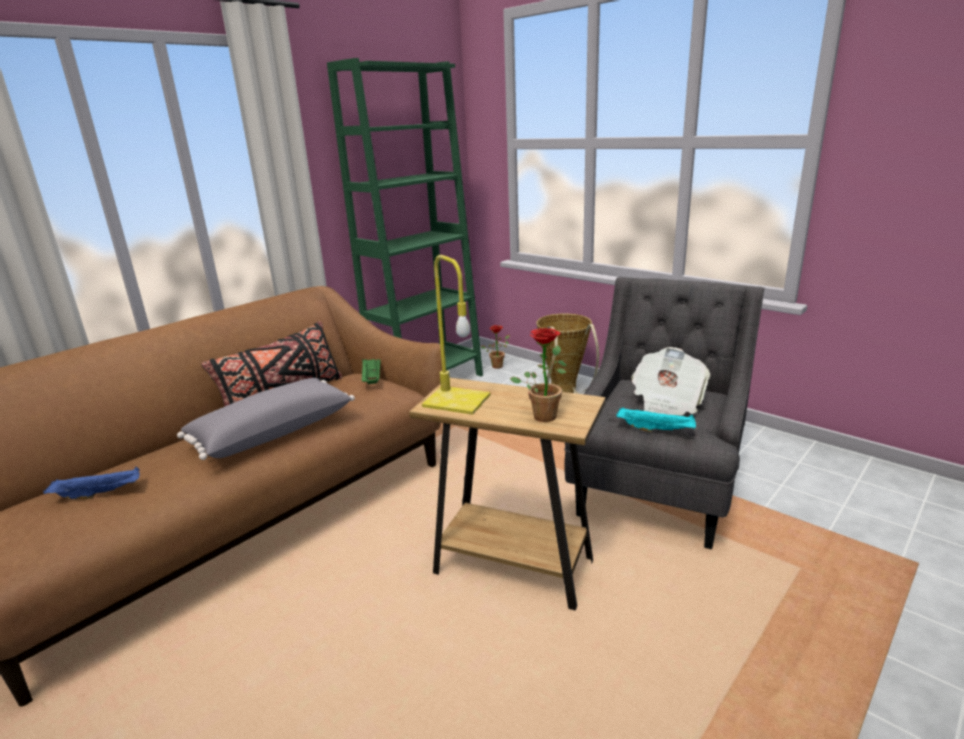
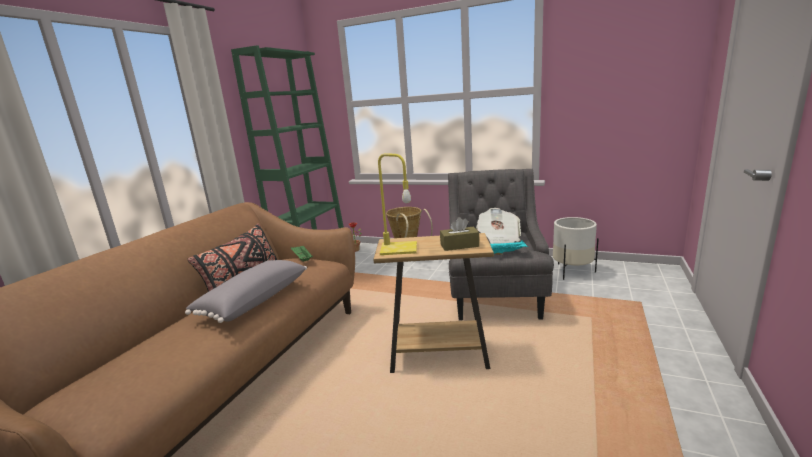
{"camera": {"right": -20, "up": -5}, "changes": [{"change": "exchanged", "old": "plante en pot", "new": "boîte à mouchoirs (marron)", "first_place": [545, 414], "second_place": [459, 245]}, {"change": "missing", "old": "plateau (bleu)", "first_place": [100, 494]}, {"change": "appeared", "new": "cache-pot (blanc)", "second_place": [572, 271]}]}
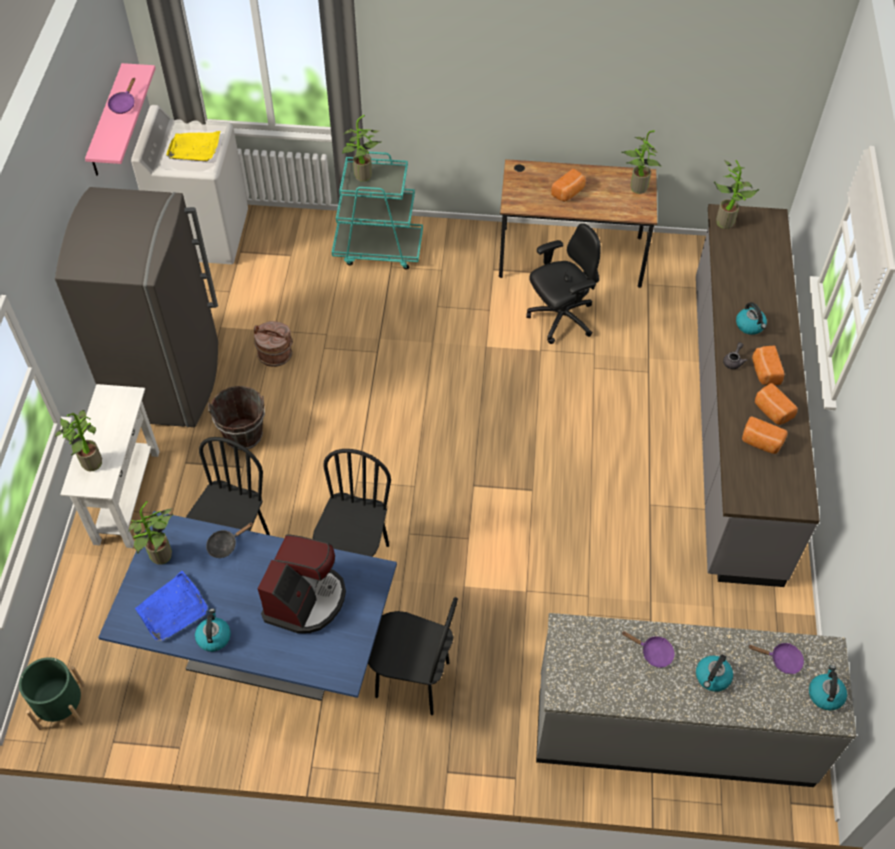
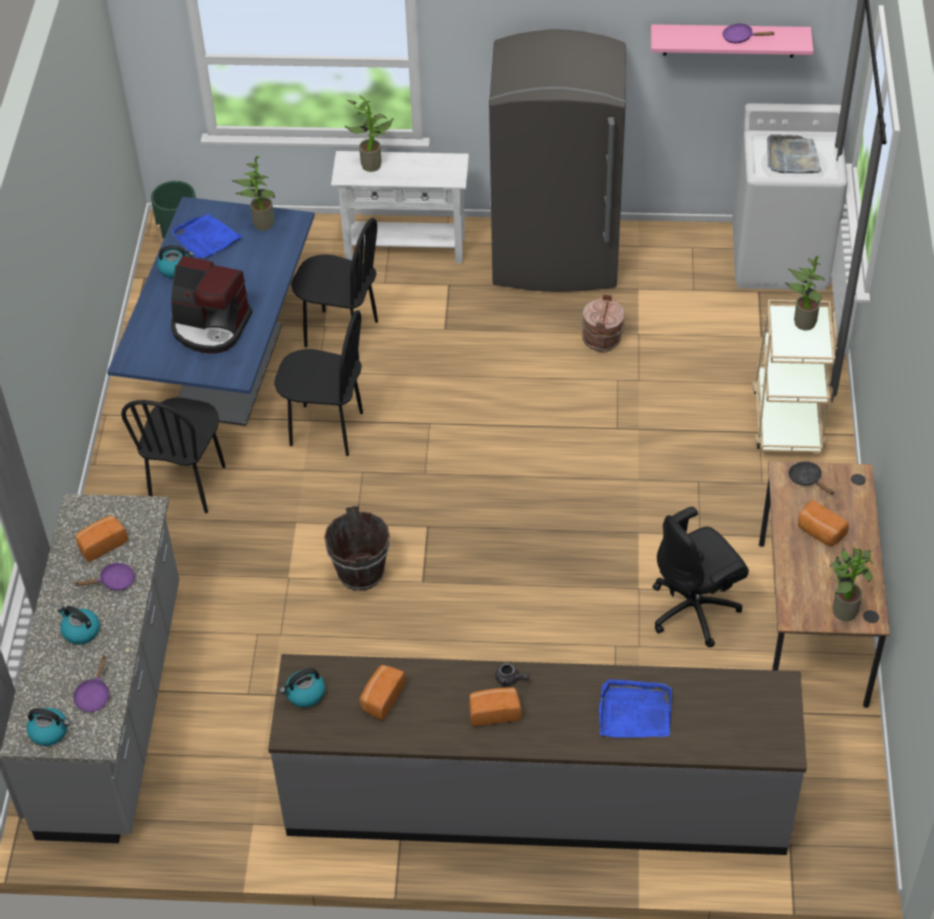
{"camera": {"right": 90, "up": -5}, "changes": [{"change": "colour", "old": "plateau (jaune)", "new": "plateau (gris)", "first_place": [194, 148], "second_place": [792, 157]}, {"change": "colour", "old": "chariot (turquoise)", "new": "chariot (beige)", "first_place": [378, 249], "second_place": [787, 418]}, {"change": "missing", "old": "plante en pot", "first_place": [727, 221]}, {"change": "spun", "old": "chaise de bureau (noir)", "first_place": [560, 319], "second_place": [695, 610], "degrees": 90}, {"change": "relocated", "old": "bouilloire", "first_place": [750, 326], "second_place": [305, 694]}, {"change": "relocated", "old": "pain", "first_place": [771, 411], "second_place": [101, 544]}, {"change": "relocated", "old": "seau (marron)", "first_place": [243, 435], "second_place": [360, 572]}, {"change": "relocated", "old": "poêle (noir)", "first_place": [225, 545], "second_place": [807, 479]}, {"change": "spun", "old": "poêle (violet)", "first_place": [653, 653], "second_place": [114, 581], "degrees": -135}, {"change": "appeared", "new": "plateau (bleu)", "second_place": [634, 711]}]}
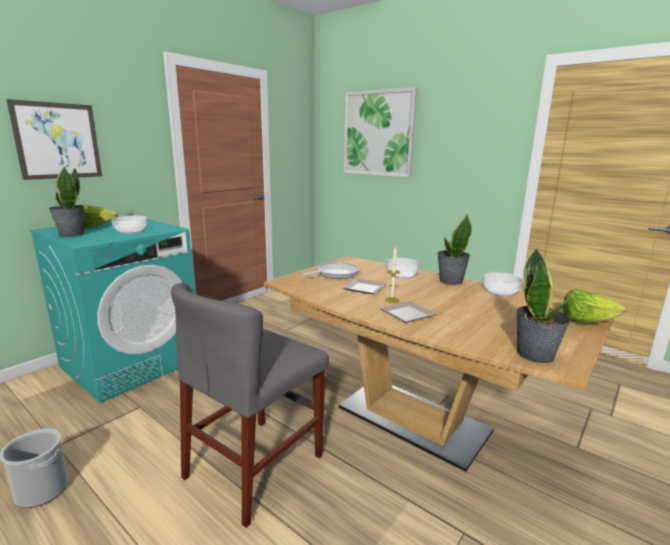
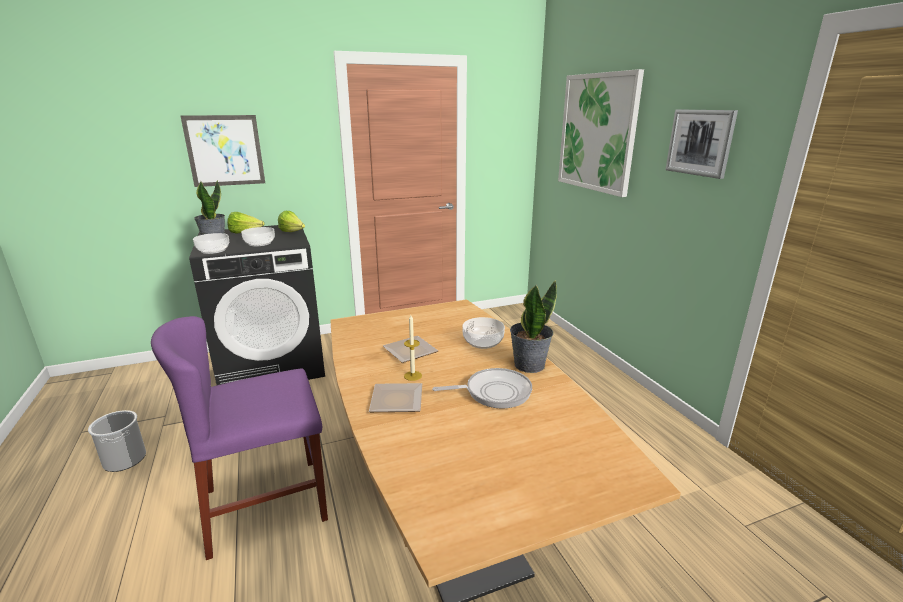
{"camera": {"right": 30, "up": 5}, "changes": [{"change": "colour", "old": "lave-linge (turquoise)", "new": "lave-linge (noir)", "first_place": [132, 362], "second_place": [272, 364]}, {"change": "missing", "old": "plante en pot", "first_place": [535, 354]}, {"change": "relocated", "old": "poêle", "first_place": [335, 274], "second_place": [494, 392]}, {"change": "relocated", "old": "bol", "first_place": [500, 292], "second_place": [213, 250]}, {"change": "colour", "old": "chaise (gris)", "new": "chaise (violet)", "first_place": [255, 466], "second_place": [266, 504]}, {"change": "relocated", "old": "laitue", "first_place": [585, 321], "second_place": [293, 233]}, {"change": "appeared", "new": "tableau", "second_place": [700, 142]}]}
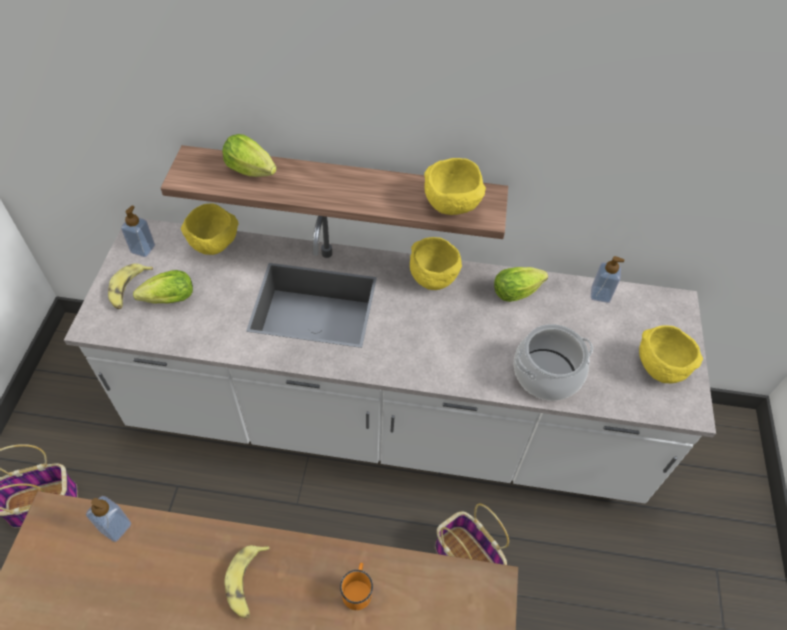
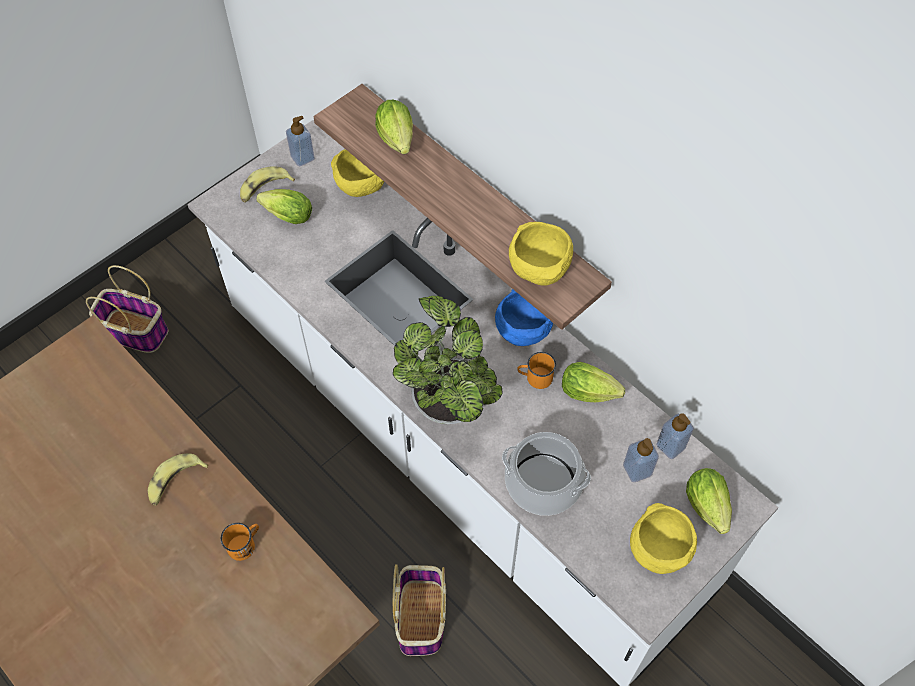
{"camera": {"right": 40, "up": 5}, "changes": [{"change": "colour", "old": "bol (jaune)", "new": "bol (bleu)", "first_place": [431, 278], "second_place": [522, 330]}, {"change": "relocated", "old": "distributeur de savon", "first_place": [115, 527], "second_place": [637, 470]}, {"change": "appeared", "new": "plante en pot", "second_place": [447, 398]}, {"change": "appeared", "new": "mug (orange)", "second_place": [535, 377]}, {"change": "appeared", "new": "laitue", "second_place": [708, 509]}]}
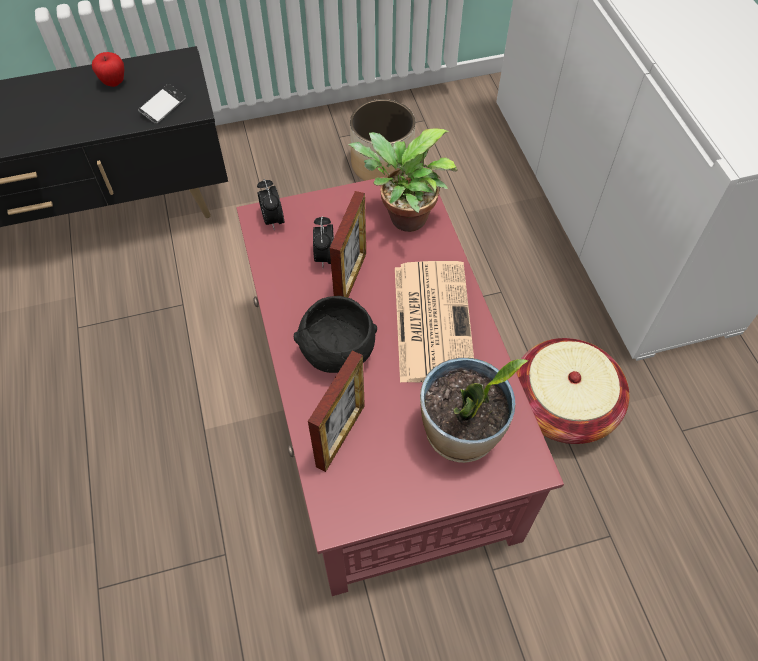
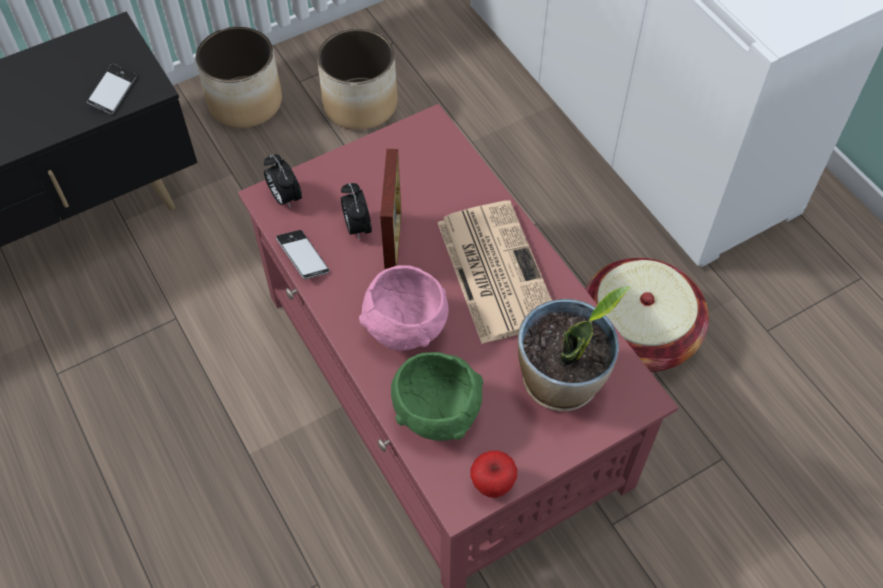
{"camera": {"right": -15, "up": 0}, "changes": [{"change": "relocated", "old": "pomme", "first_place": [114, 82], "second_place": [492, 485]}, {"change": "missing", "old": "plante en pot", "first_place": [403, 219]}, {"change": "colour", "old": "bol (noir)", "new": "bol (rose)", "first_place": [338, 354], "second_place": [406, 329]}, {"change": "exchanged", "old": "cadre photo", "new": "bol (vert)", "first_place": [340, 435], "second_place": [436, 414]}, {"change": "appeared", "new": "cache-pot", "second_place": [246, 102]}, {"change": "appeared", "new": "téléphone", "second_place": [303, 257]}]}
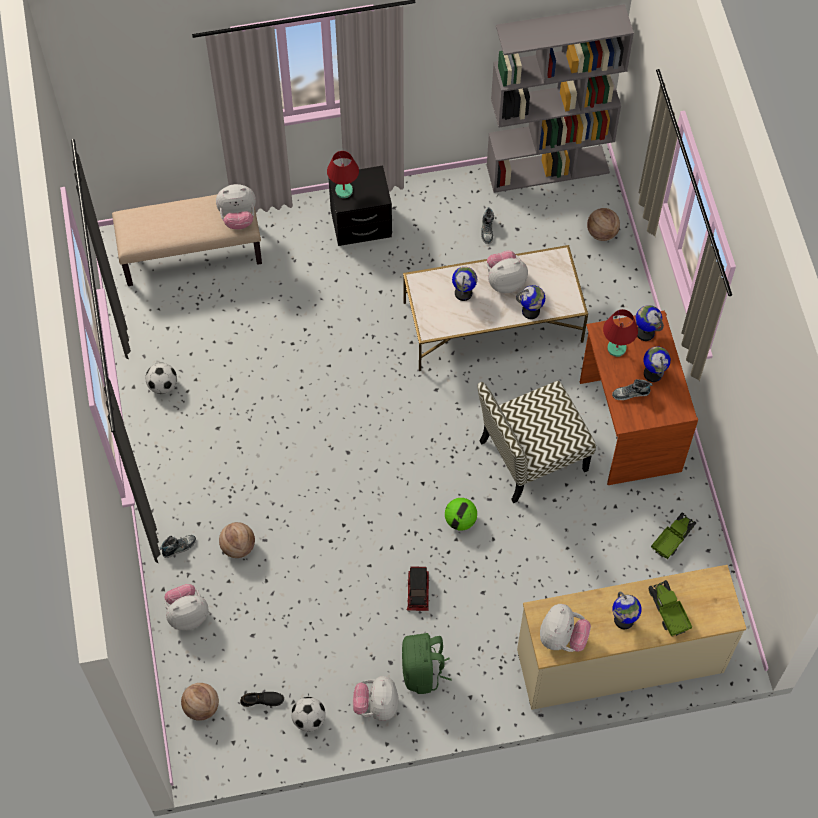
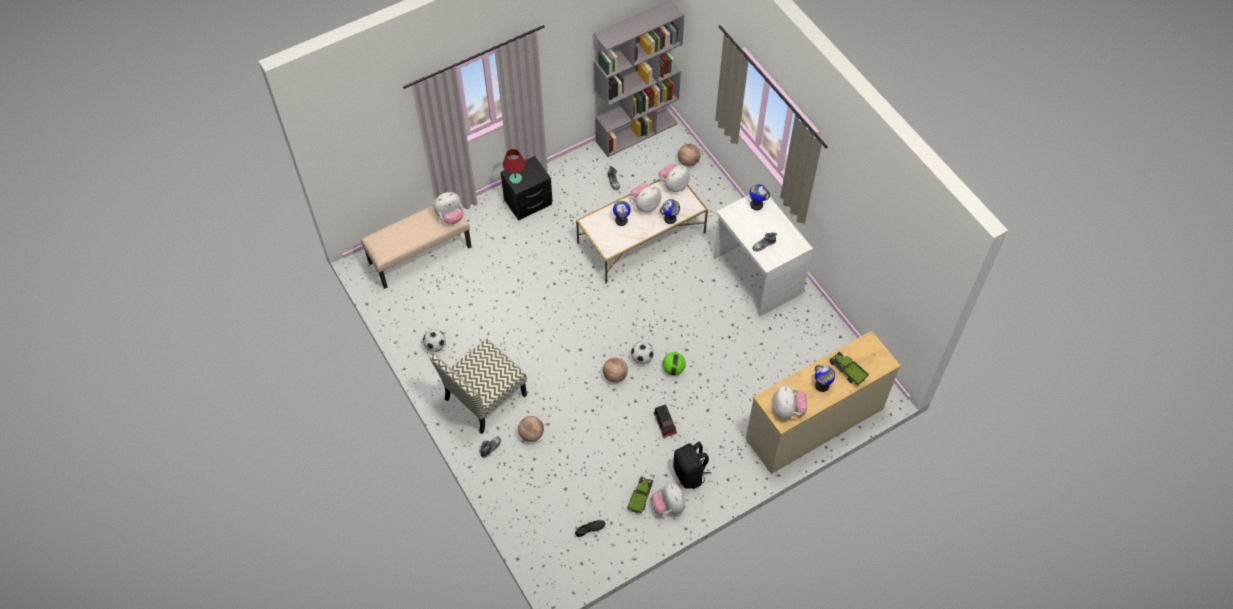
{"camera": {"right": -20, "up": -5}, "changes": [{"change": "missing", "old": "lampe de table (rouge)", "first_place": [616, 348]}, {"change": "colour", "old": "bureau (marron)", "new": "bureau (blanc)", "first_place": [628, 426], "second_place": [756, 276]}, {"change": "missing", "old": "globe", "first_place": [653, 373]}, {"change": "relocated", "old": "chaise", "first_place": [531, 457], "second_place": [484, 398]}, {"change": "relocated", "old": "camion jouet", "first_place": [672, 539], "second_place": [640, 497]}, {"change": "relocated", "old": "peluche", "first_place": [187, 614], "second_place": [673, 185]}, {"change": "colour", "old": "sac à dos (vert)", "new": "sac à dos (noir)", "first_place": [423, 672], "second_place": [690, 474]}, {"change": "relocated", "old": "ballon de basket", "first_place": [201, 707], "second_place": [615, 376]}, {"change": "relocated", "old": "ballon de foot", "first_place": [309, 719], "second_place": [642, 358]}]}
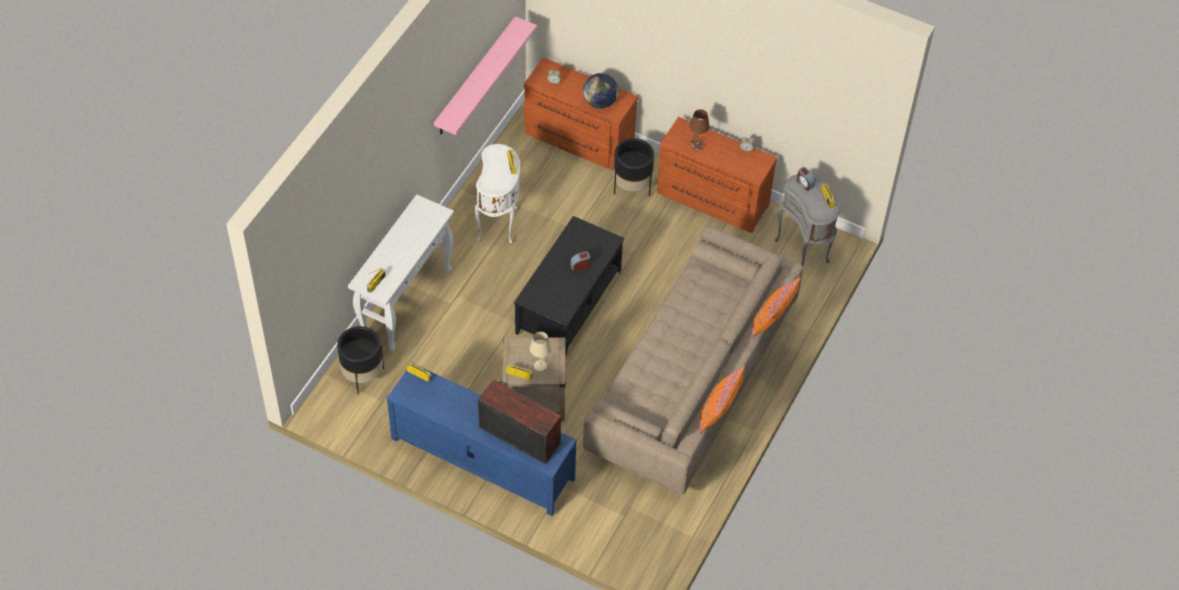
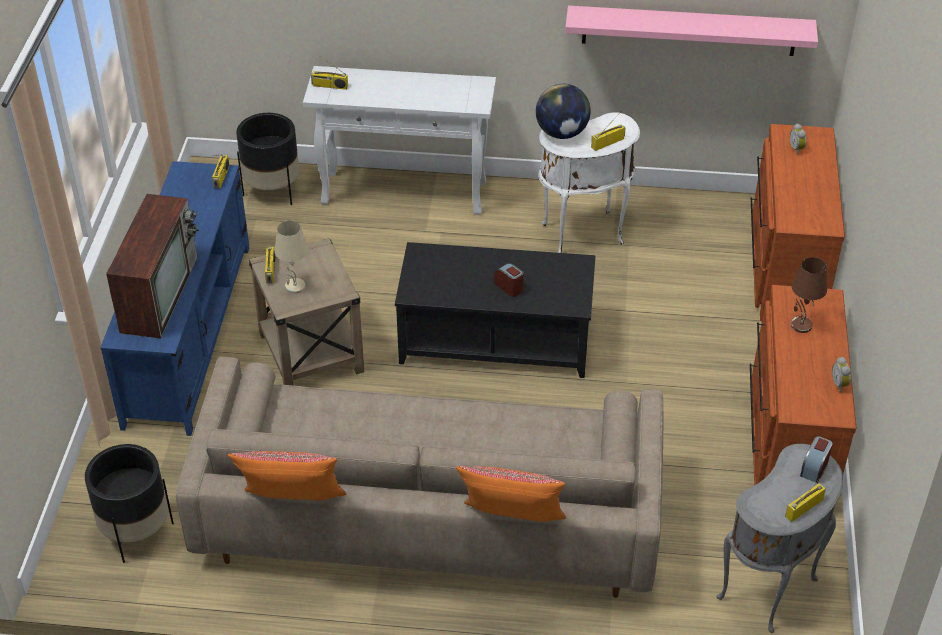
{"camera": {"right": 70, "up": -10}, "changes": [{"change": "relocated", "old": "globe", "first_place": [600, 102], "second_place": [562, 133]}, {"change": "relocated", "old": "cache-pot (noir)", "first_place": [632, 187], "second_place": [136, 533]}]}
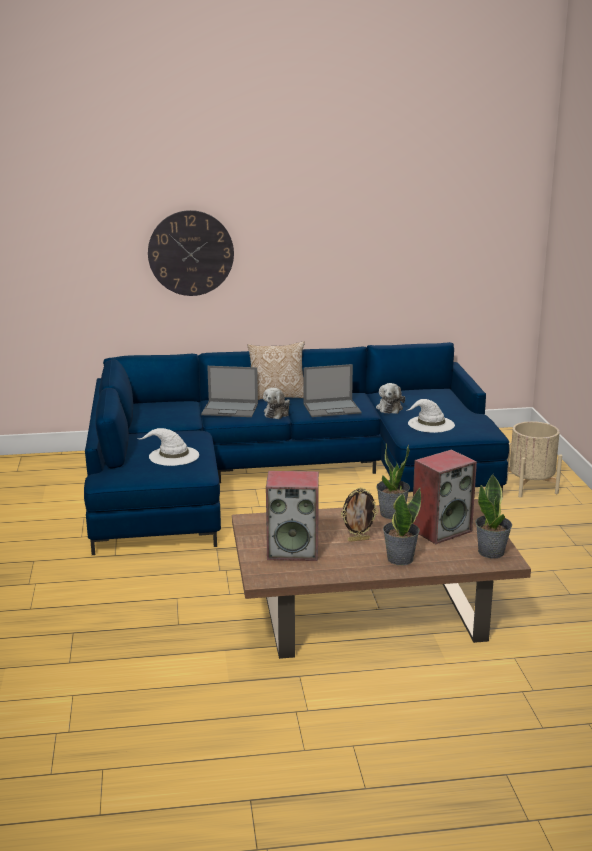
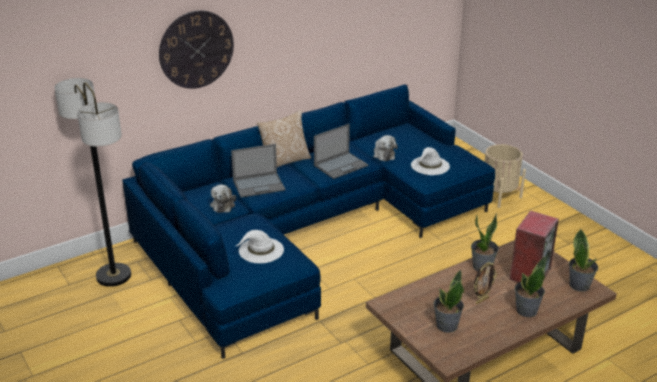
{"camera": {"right": -25, "up": 10}, "changes": [{"change": "relocated", "old": "peluche", "first_place": [277, 413], "second_place": [223, 204]}, {"change": "exchanged", "old": "enceinte", "new": "plante en pot", "first_place": [293, 550], "second_place": [446, 325]}, {"change": "appeared", "new": "lampadaire", "second_place": [113, 276]}]}
